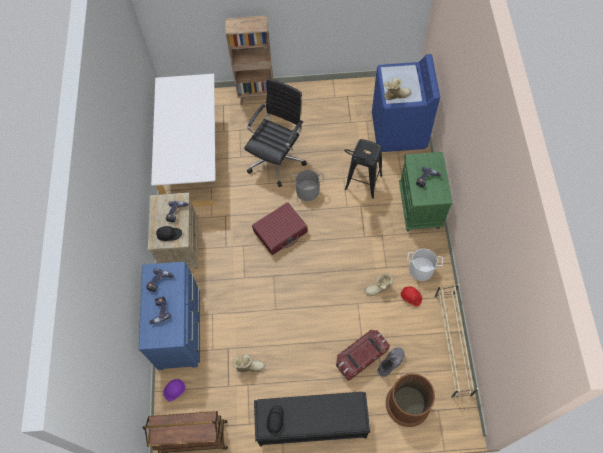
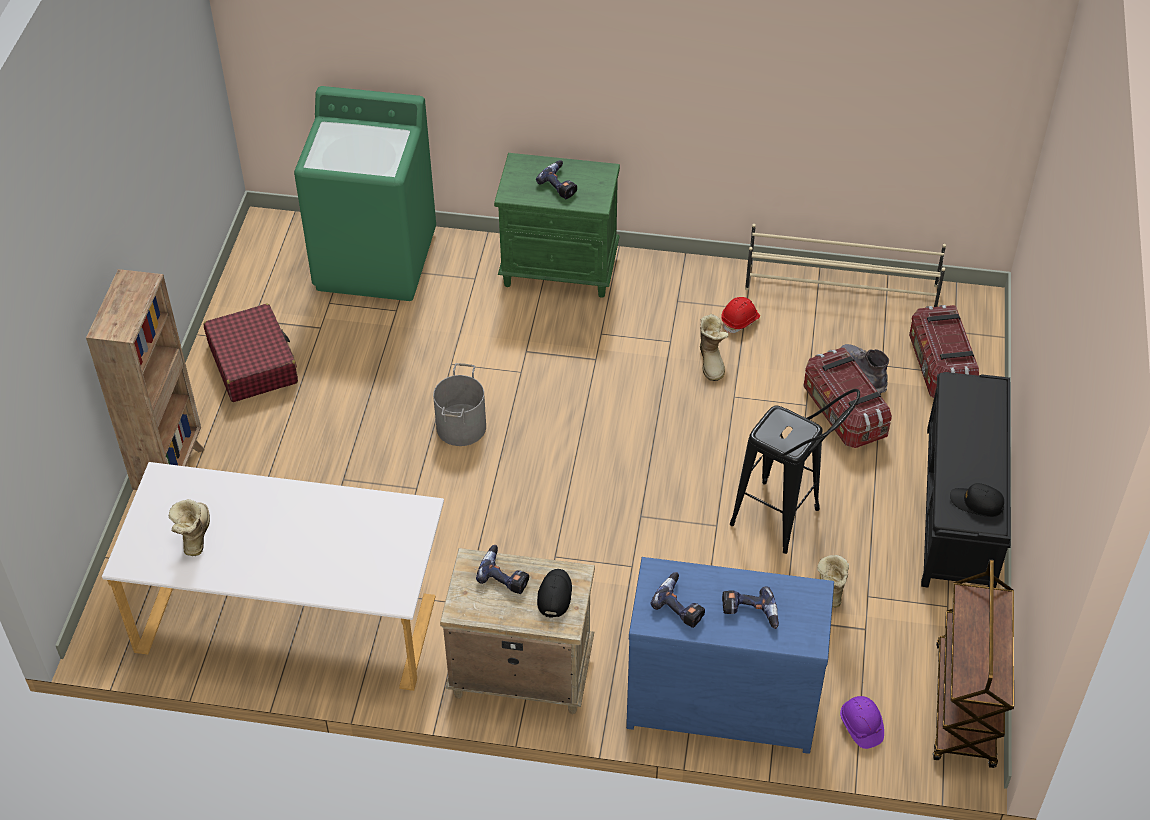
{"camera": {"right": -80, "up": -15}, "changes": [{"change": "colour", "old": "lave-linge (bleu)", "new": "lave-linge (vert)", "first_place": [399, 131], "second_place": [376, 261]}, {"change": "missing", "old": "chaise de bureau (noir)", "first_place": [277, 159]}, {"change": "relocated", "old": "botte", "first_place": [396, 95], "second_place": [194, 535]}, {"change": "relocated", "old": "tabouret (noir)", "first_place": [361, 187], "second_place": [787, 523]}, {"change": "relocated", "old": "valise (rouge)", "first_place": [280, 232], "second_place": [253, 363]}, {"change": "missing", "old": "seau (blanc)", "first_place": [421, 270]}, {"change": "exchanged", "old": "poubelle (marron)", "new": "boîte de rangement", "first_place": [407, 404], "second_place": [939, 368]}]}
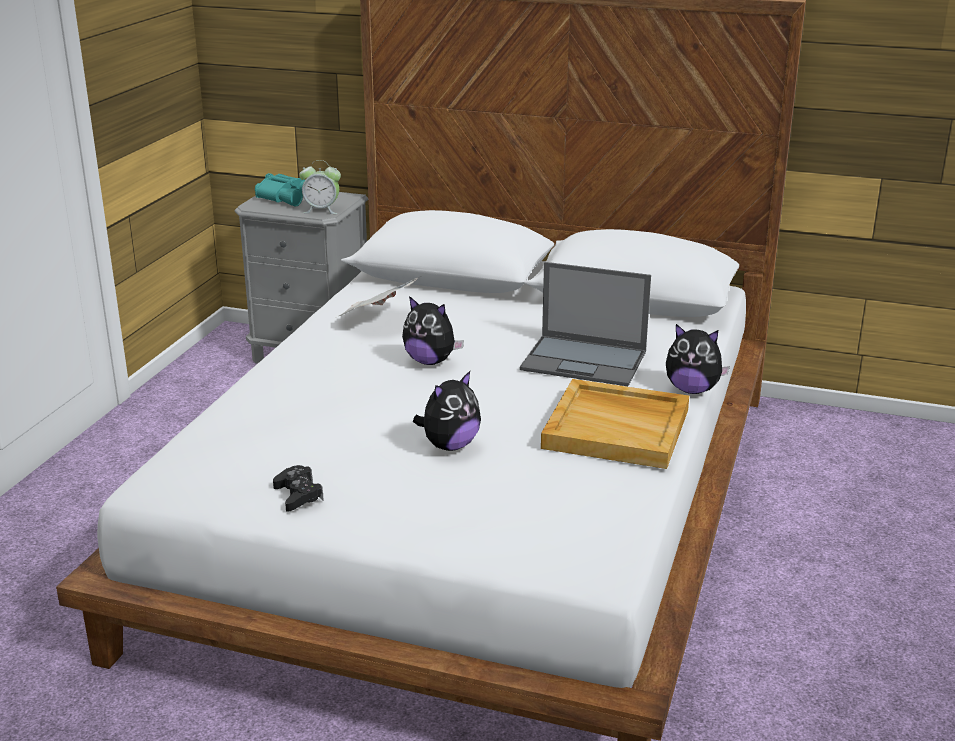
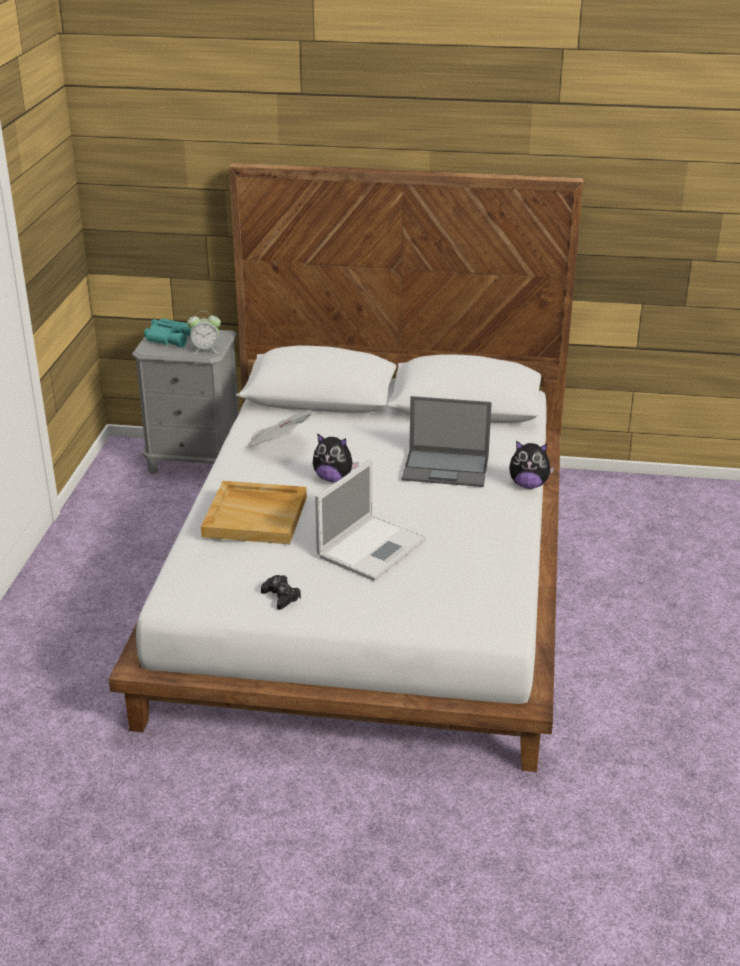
{"camera": {"right": -10, "up": 5}, "changes": [{"change": "exchanged", "old": "peluche", "new": "ordinateur portable", "first_place": [449, 445], "second_place": [372, 547]}, {"change": "relocated", "old": "plateau (beige)", "first_place": [618, 428], "second_place": [256, 516]}]}
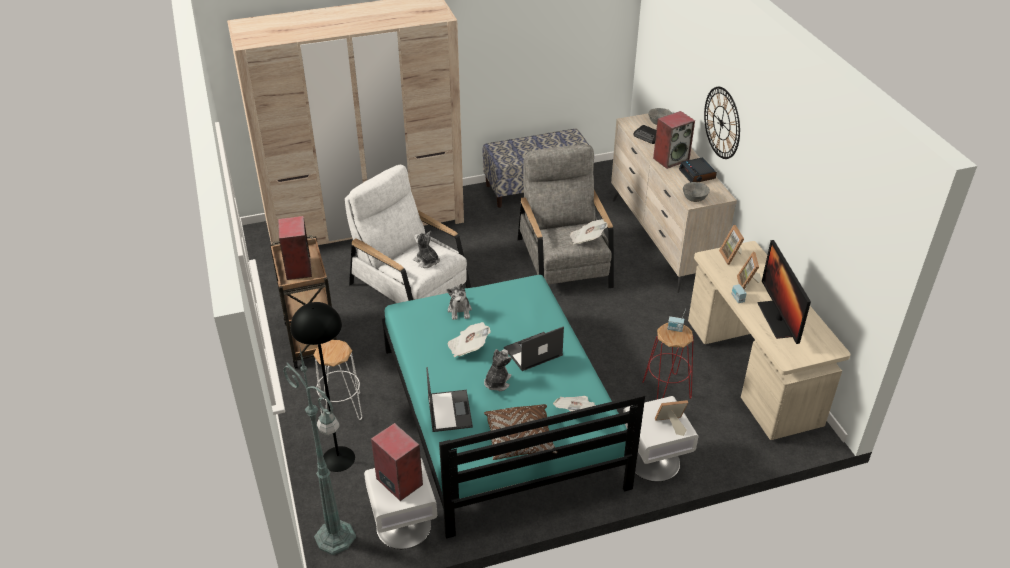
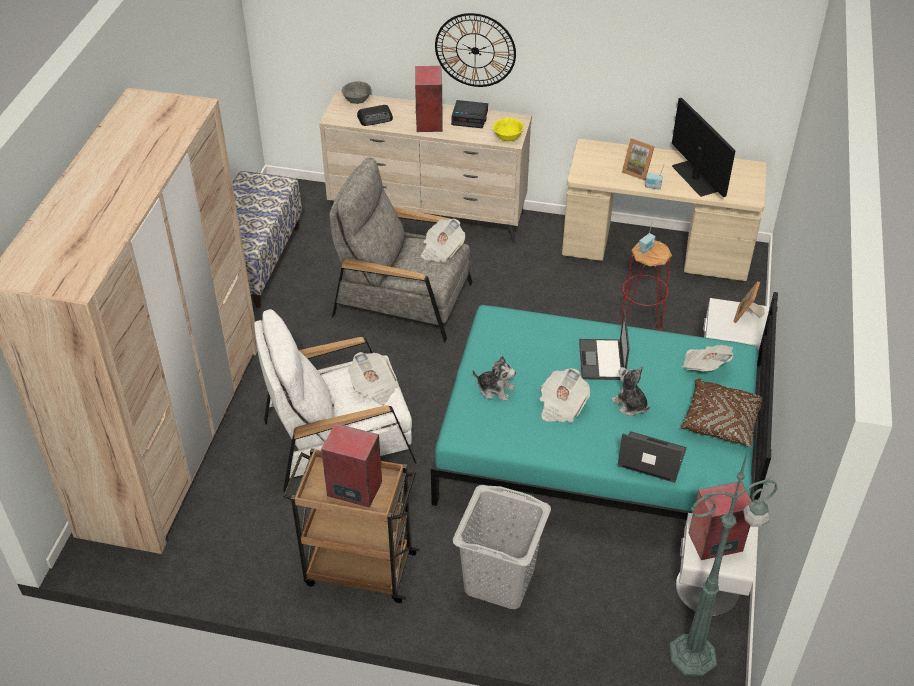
{"camera": {"right": -60, "up": 5}, "changes": [{"change": "colour", "old": "bol (gris)", "new": "bol (jaune)", "first_place": [694, 199], "second_place": [507, 137]}, {"change": "missing", "old": "cadre photo", "first_place": [732, 256]}, {"change": "exchanged", "old": "peluche", "new": "journal", "first_place": [426, 261], "second_place": [374, 387]}, {"change": "spun", "old": "écran d'ordinateur", "first_place": [778, 319], "second_place": [696, 178], "degrees": -135}, {"change": "missing", "old": "lampadaire (noir)", "first_place": [338, 458]}, {"change": "exchanged", "old": "tabouret (blanc)", "new": "panier à linge (gris)", "first_place": [341, 408], "second_place": [499, 580]}]}
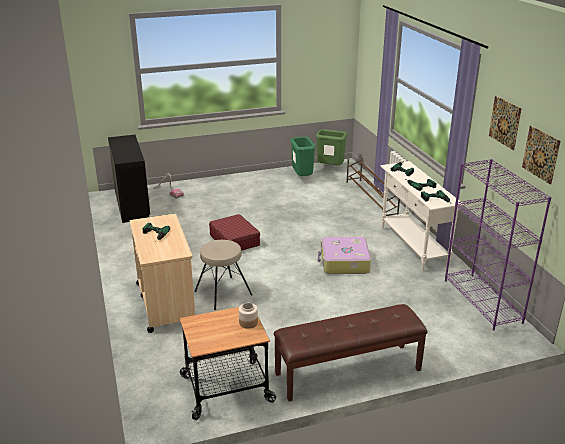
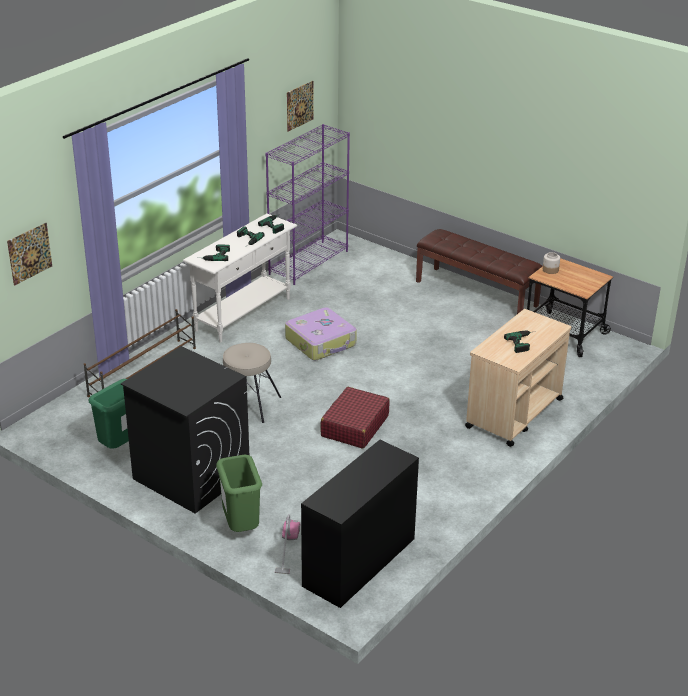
{"camera": {"right": -125, "up": 5}, "changes": [{"change": "relocated", "old": "tableau", "first_place": [504, 122], "second_place": [29, 253]}, {"change": "relocated", "old": "poubelle (vert)", "first_place": [330, 168], "second_place": [240, 527]}, {"change": "relocated", "old": "tabouret (beige)", "first_place": [222, 292], "second_place": [248, 405]}, {"change": "appeared", "new": "lave-linge (noir)", "second_place": [190, 475]}]}
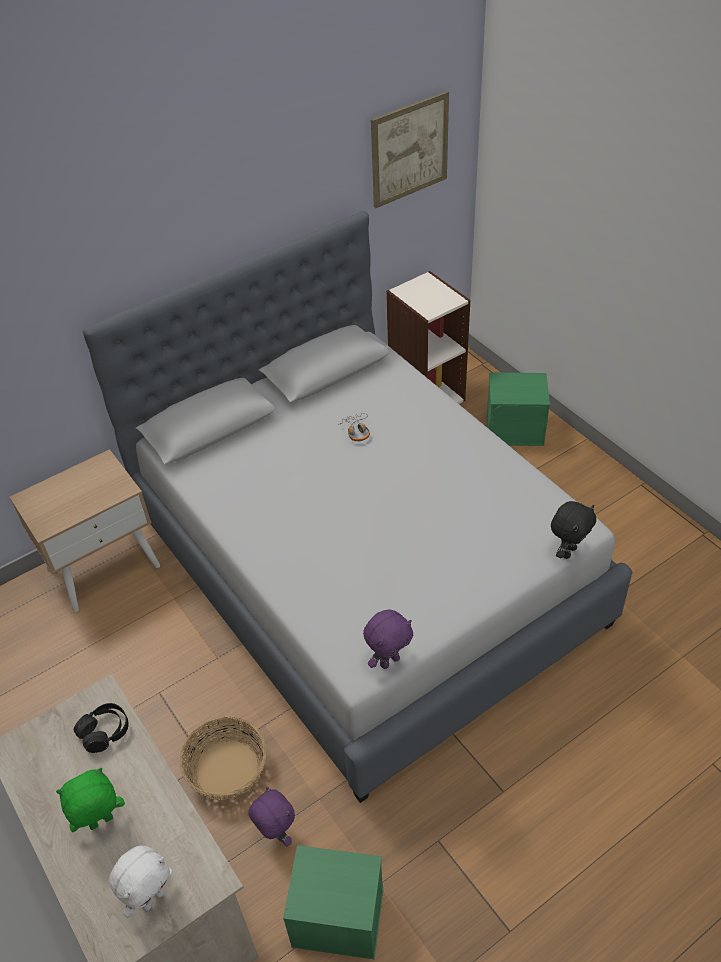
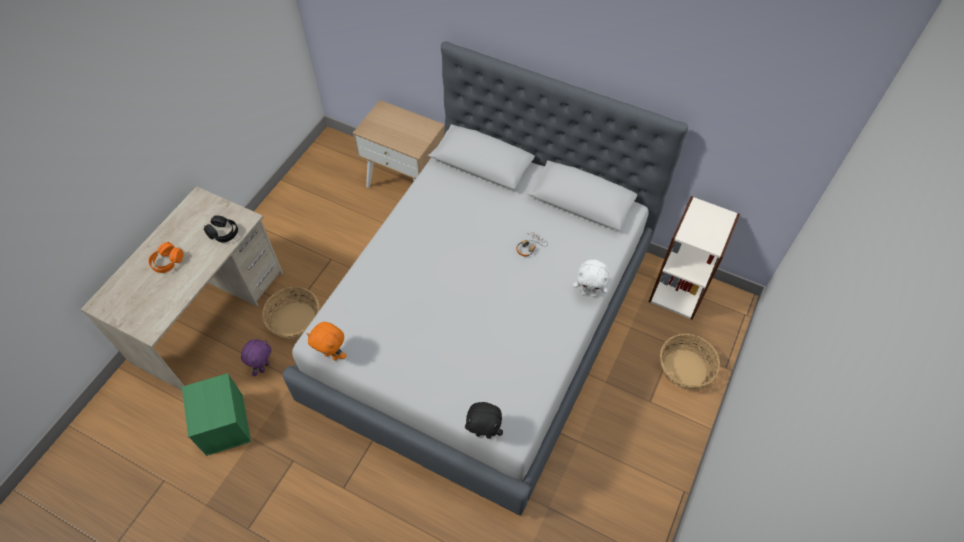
{"camera": {"right": 60, "up": 10}, "changes": [{"change": "missing", "old": "tableau", "first_place": [409, 150]}, {"change": "exchanged", "old": "boîte de rangement (vert)", "new": "panier", "first_place": [515, 428], "second_place": [685, 369]}, {"change": "colour", "old": "peluche (violet)", "new": "peluche (orange)", "first_place": [389, 661], "second_place": [332, 355]}, {"change": "exchanged", "old": "peluche (vert)", "new": "casque audio (orange)", "first_place": [101, 823], "second_place": [167, 261]}, {"change": "relocated", "old": "peluche (blanc)", "first_place": [152, 898], "second_place": [589, 293]}]}
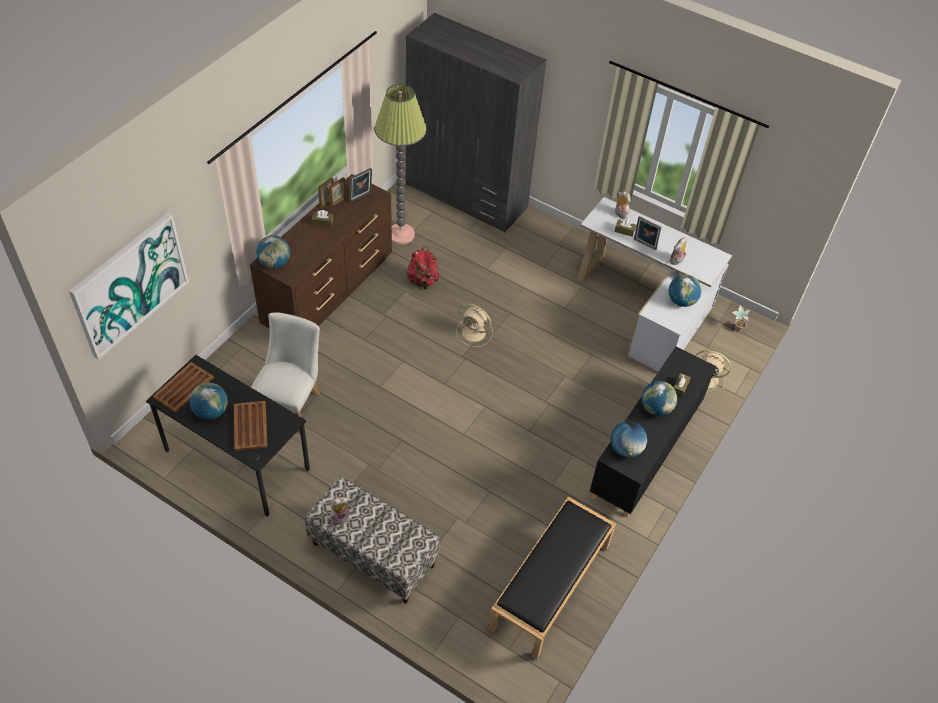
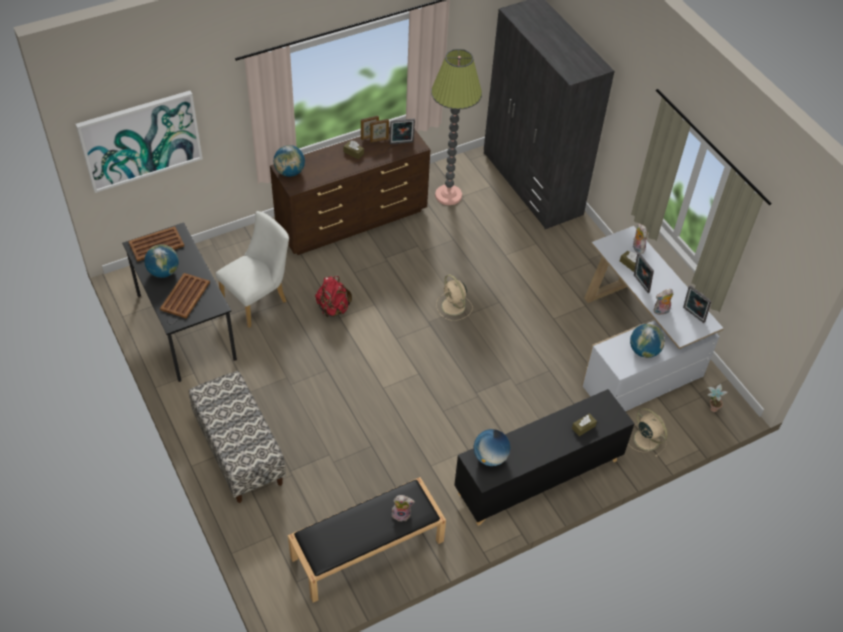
{"camera": {"right": 30, "up": 0}, "changes": [{"change": "relocated", "old": "sac à dos (rouge)", "first_place": [423, 281], "second_place": [333, 309]}, {"change": "missing", "old": "globe", "first_place": [656, 408]}, {"change": "relocated", "old": "peluche", "first_place": [340, 517], "second_place": [401, 514]}, {"change": "appeared", "new": "cadre photo", "second_place": [692, 315]}]}
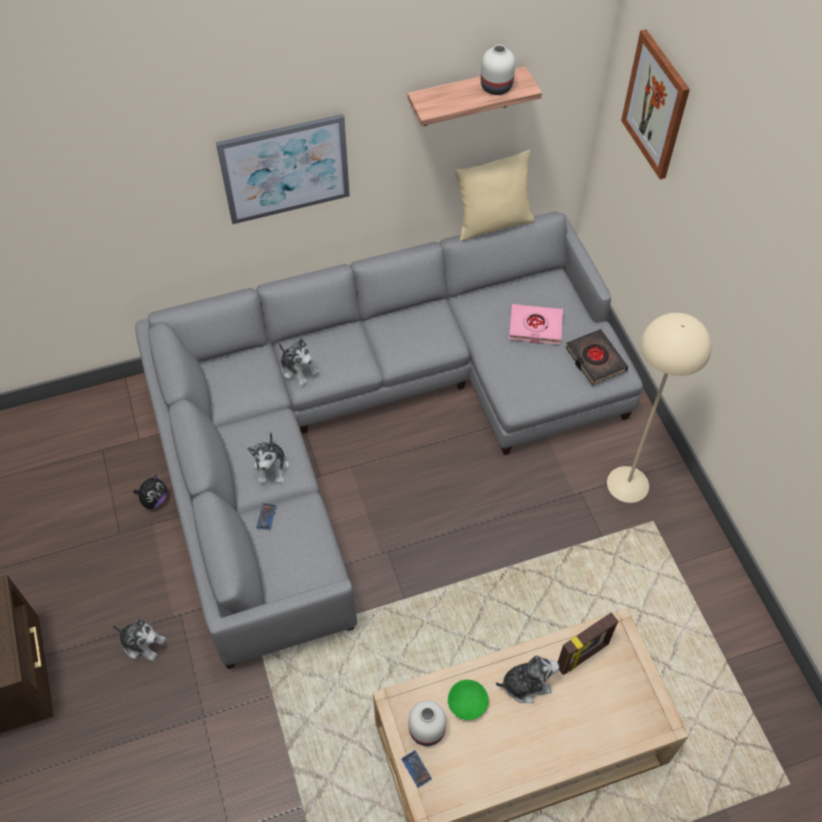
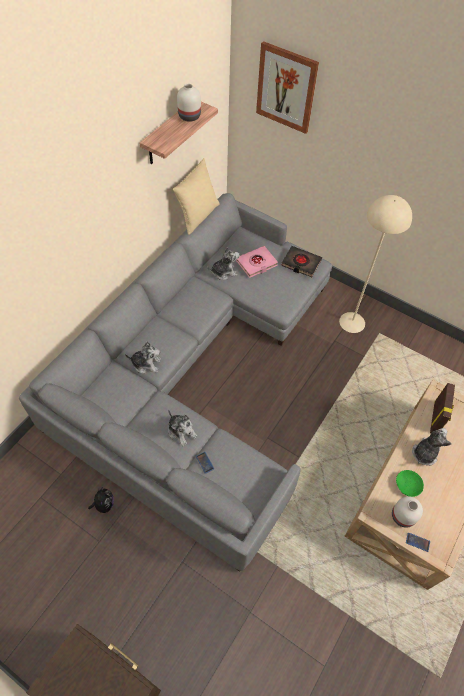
{"camera": {"right": -40, "up": 0}, "changes": [{"change": "missing", "old": "tableau", "first_place": [285, 169]}, {"change": "relocated", "old": "peluche", "first_place": [142, 643], "second_place": [223, 272]}]}
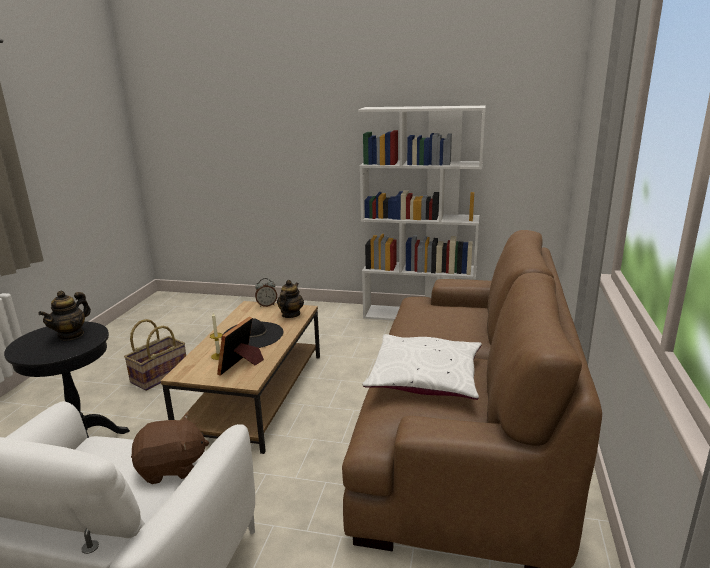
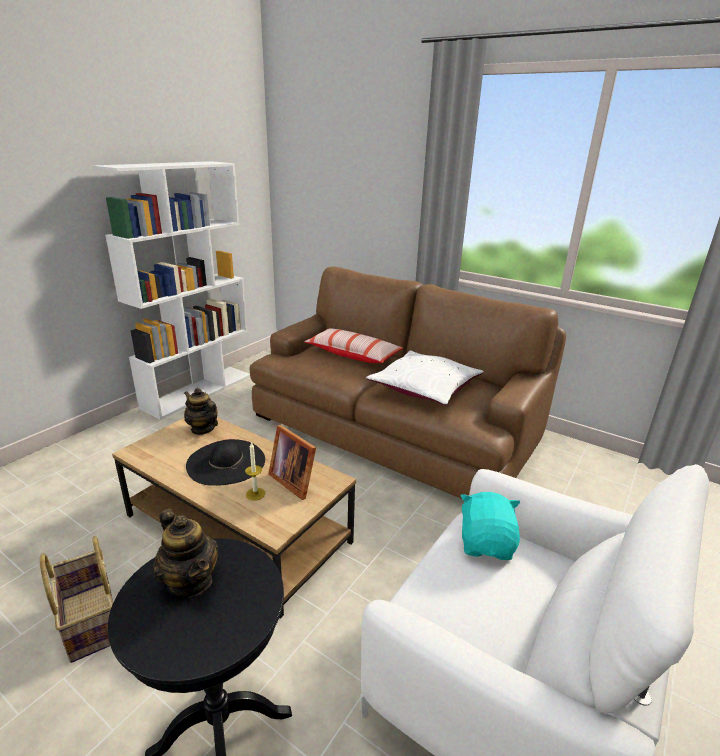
{"camera": {"right": -70, "up": 5}, "changes": [{"change": "missing", "old": "réveil", "first_place": [267, 305]}, {"change": "colour", "old": "peluche (marron)", "new": "peluche (turquoise)", "first_place": [171, 468], "second_place": [486, 544]}, {"change": "appeared", "new": "coussin", "second_place": [353, 354]}]}
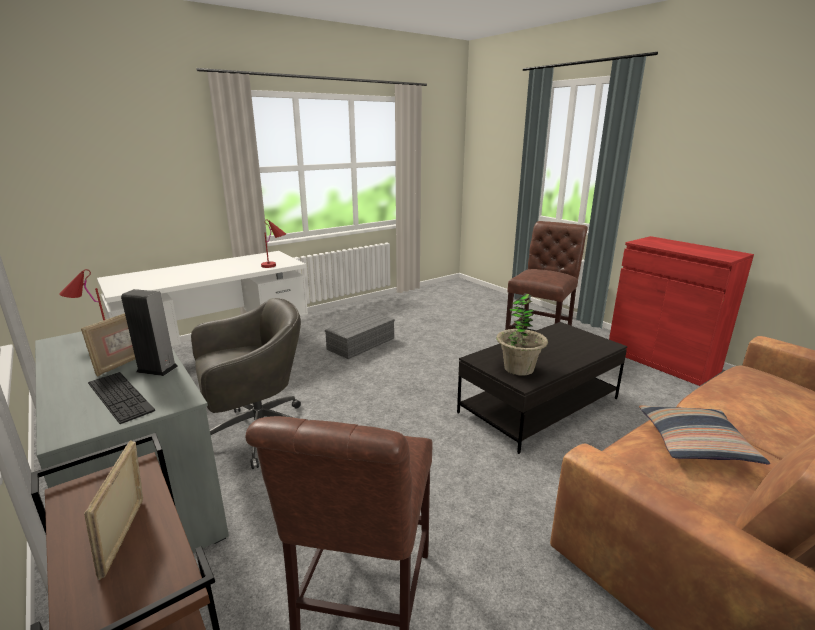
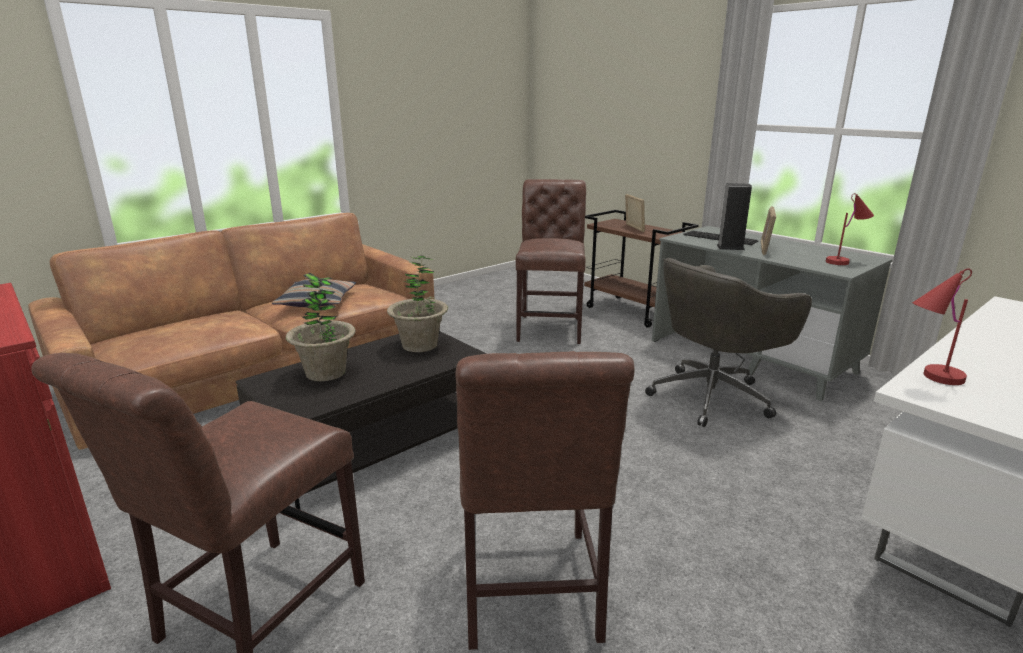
{"camera": {"right": 175, "up": 0}, "changes": [{"change": "missing", "old": "boîte de rangement (gris)", "first_place": [361, 343]}, {"change": "appeared", "new": "plante en pot", "second_place": [325, 373]}, {"change": "appeared", "new": "chaise (marron)", "second_place": [529, 594]}]}
